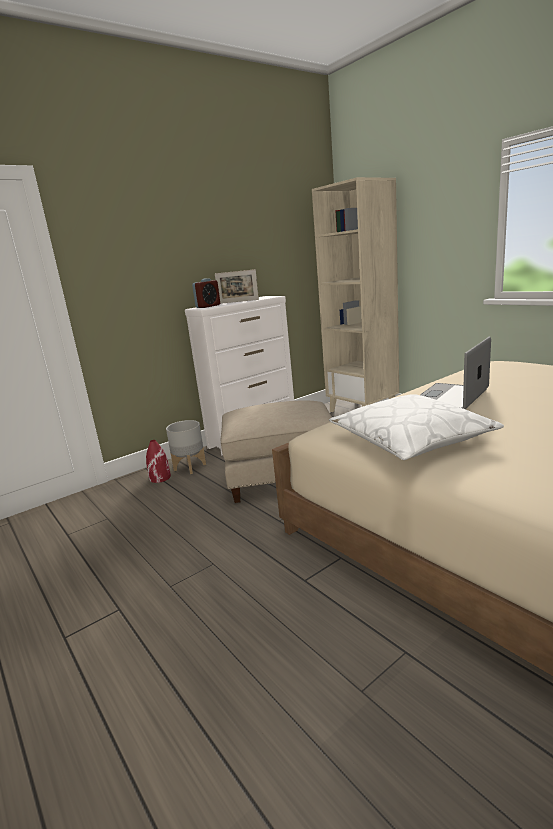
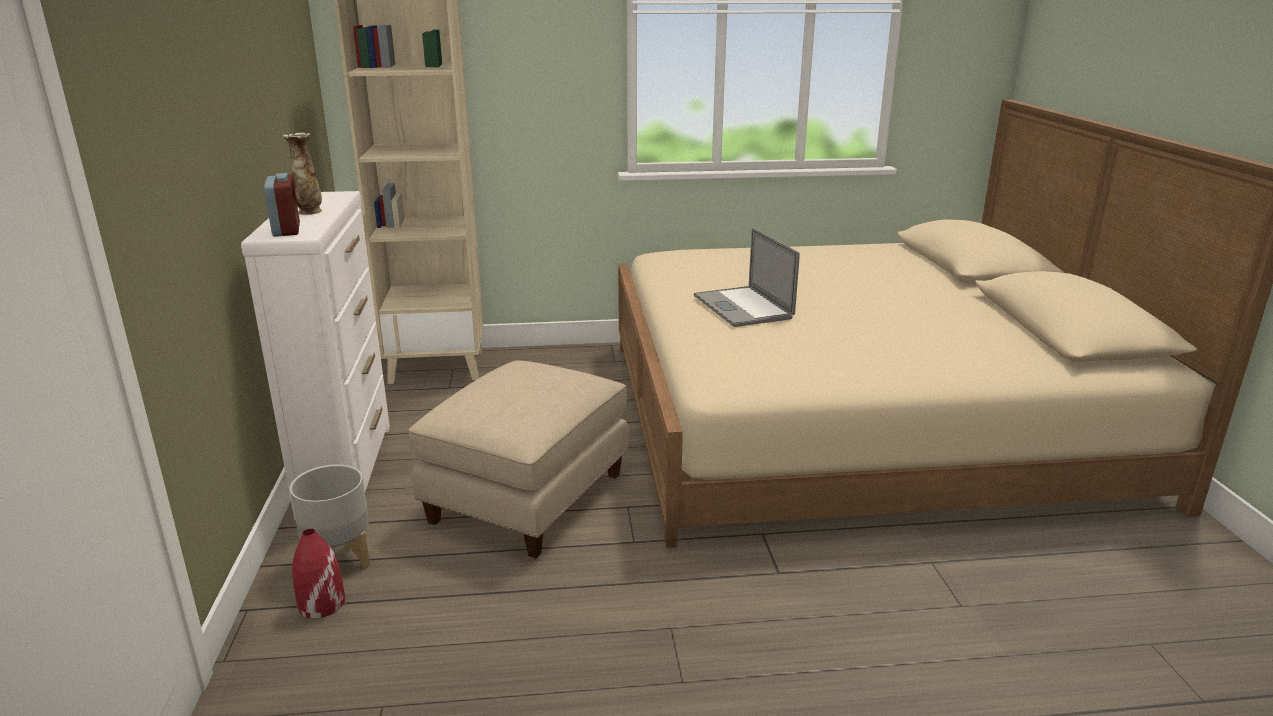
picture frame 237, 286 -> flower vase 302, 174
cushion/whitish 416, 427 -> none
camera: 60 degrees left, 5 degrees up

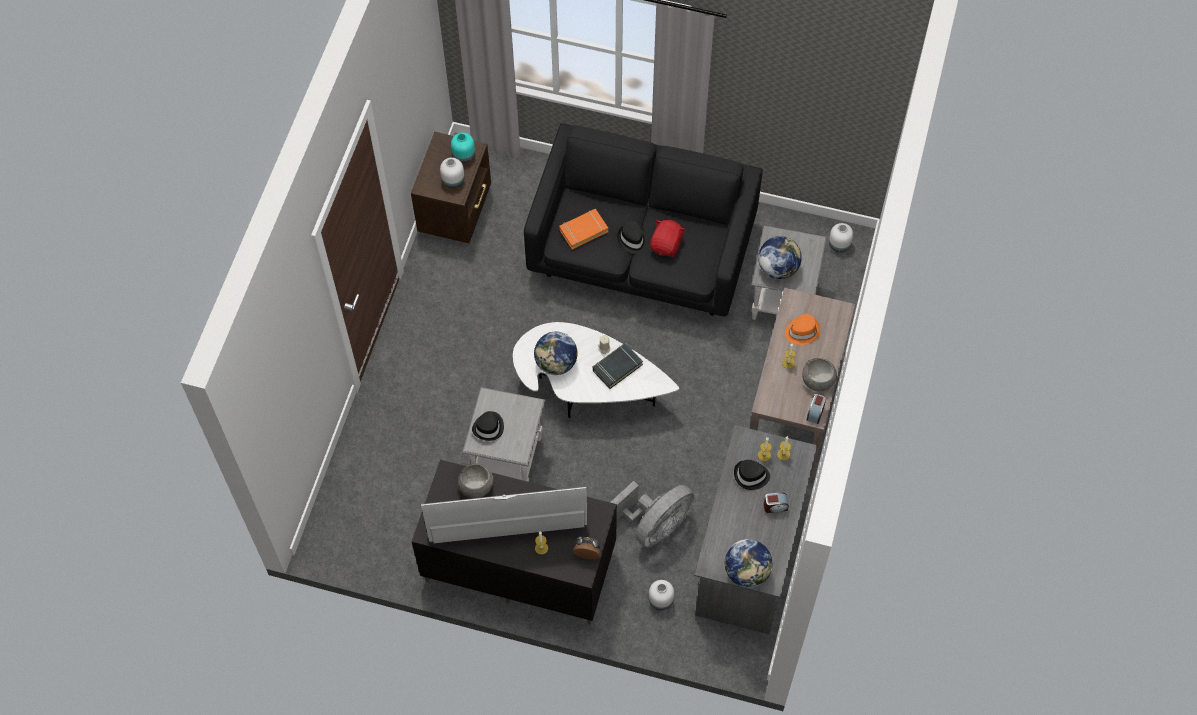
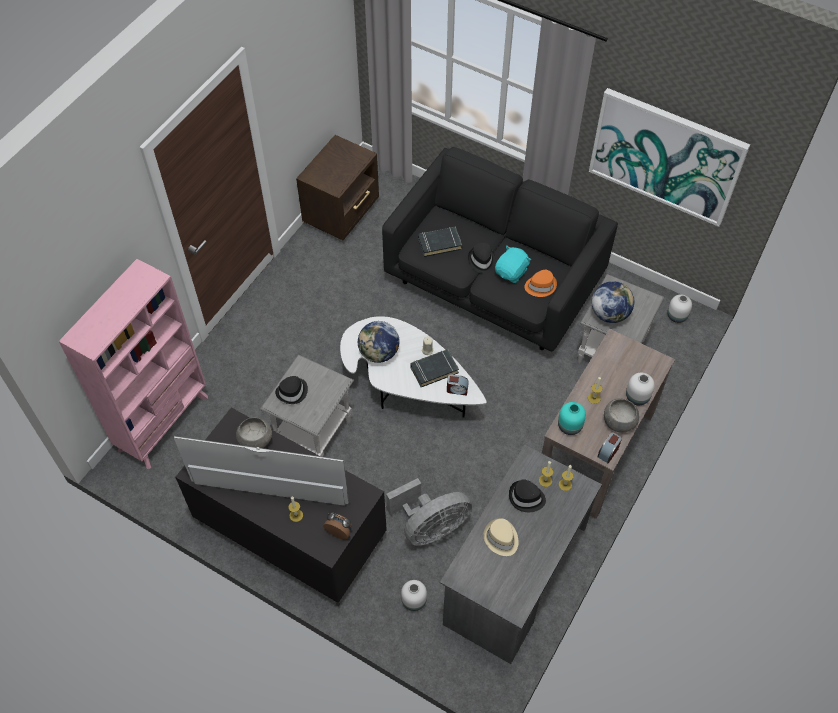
flower vase/blue-green 463, 147 -> flower vase/blue-green 572, 418, relocated
flower vase/whitish 452, 173 -> flower vase/whitish 640, 389, relocated
book/orange-coloured 584, 229 -> book/black 440, 242
soft toy/red 668, 238 -> soft toy/blue-green 513, 264
hat/orange-coloured 802, 329 -> hat/orange-coloured 540, 283, relocated
table clock 776, 502 -> table clock 458, 385, relocated
desk globe 748, 563 -> none
none -> wall art 669, 157
none -> bookshelf/pink-coloured 133, 364
none -> hat/beige 501, 537
camera: 15 degrees right, 5 degrees down

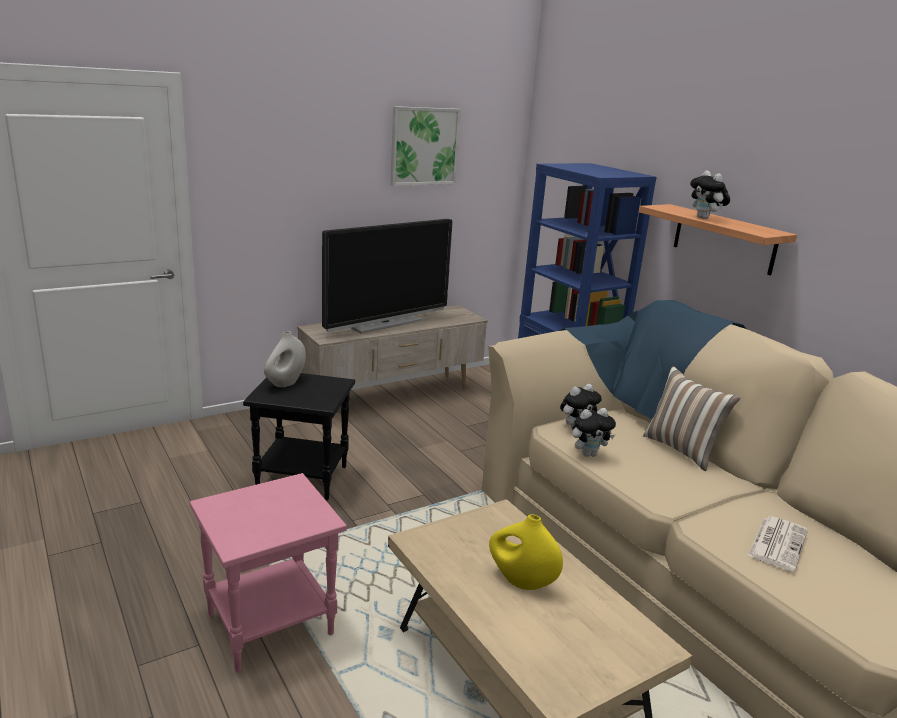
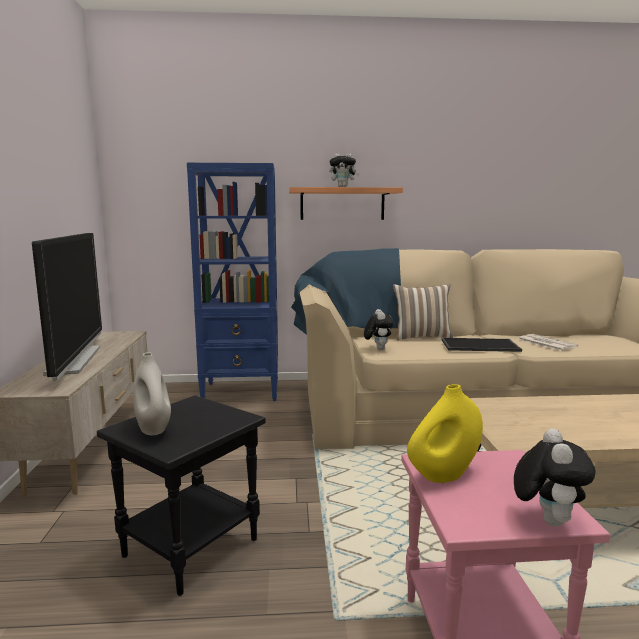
wall art 425, 146 -> none
soft toy 594, 432 -> soft toy 554, 477, relocated
flower vase/yellowish 526, 552 -> flower vase/yellowish 445, 433, relocated
none -> carrying tray 481, 345
camera: 60 degrees left, 10 degrees down

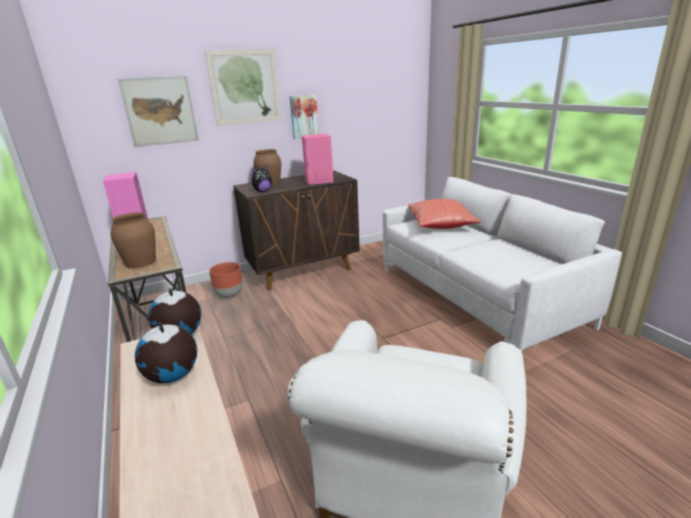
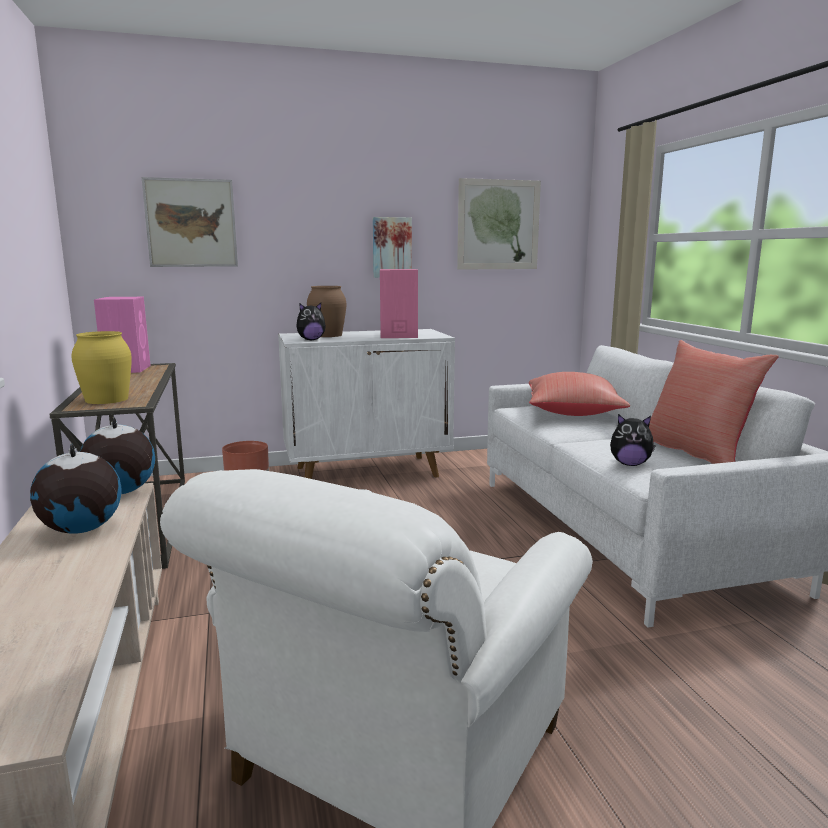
wall art 243, 87 -> wall art 499, 224, relocated
cupboard/brown 296, 230 -> cupboard/whitish 366, 404
flower vase/brown 133, 240 -> flower vase/yellowish 101, 367
none -> cushion/red 714, 402
none -> soft toy 633, 440
camera: 10 degrees right, 10 degrees down

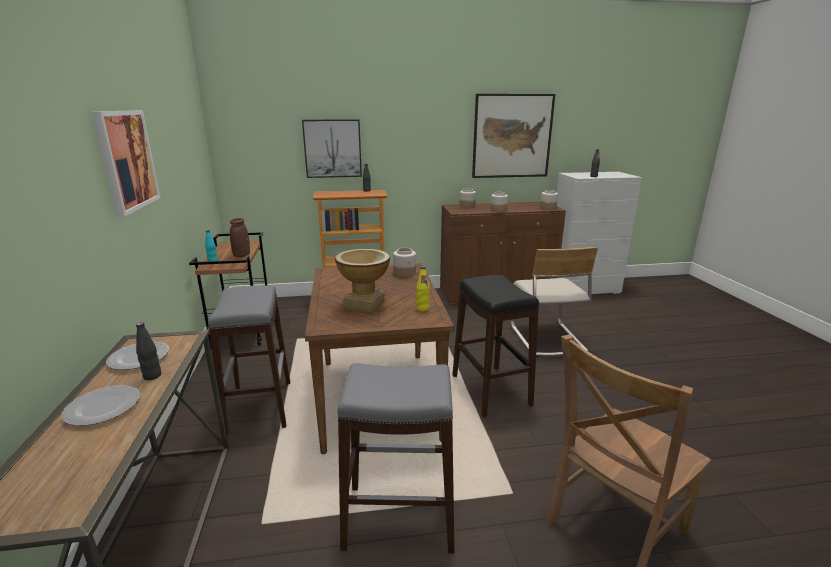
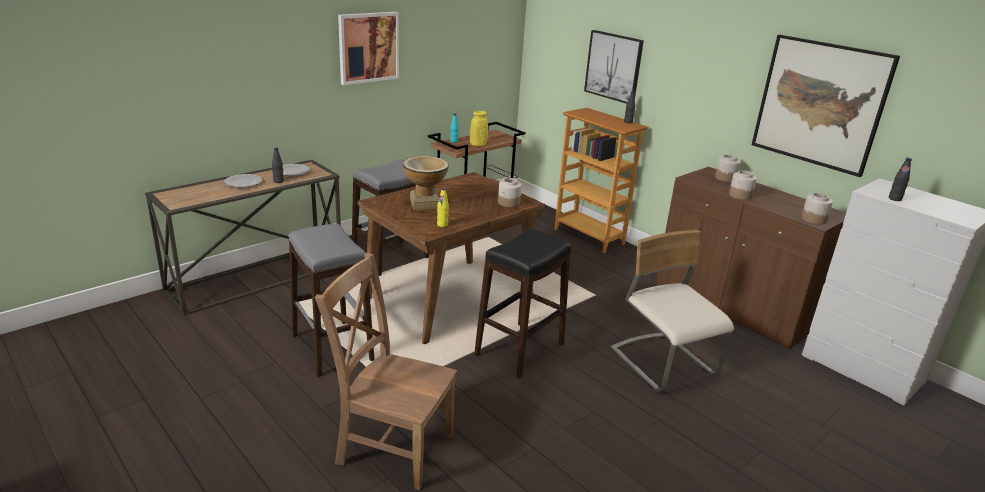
flower vase/brown 240, 237 -> flower vase/yellowish 479, 129
chair/beige 554, 302 -> chair/beige 672, 311, 105 degrees clockwise
camera: 55 degrees right, 5 degrees up

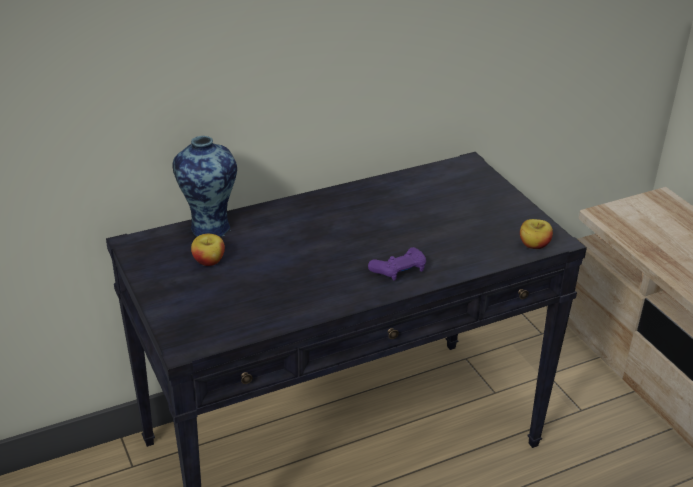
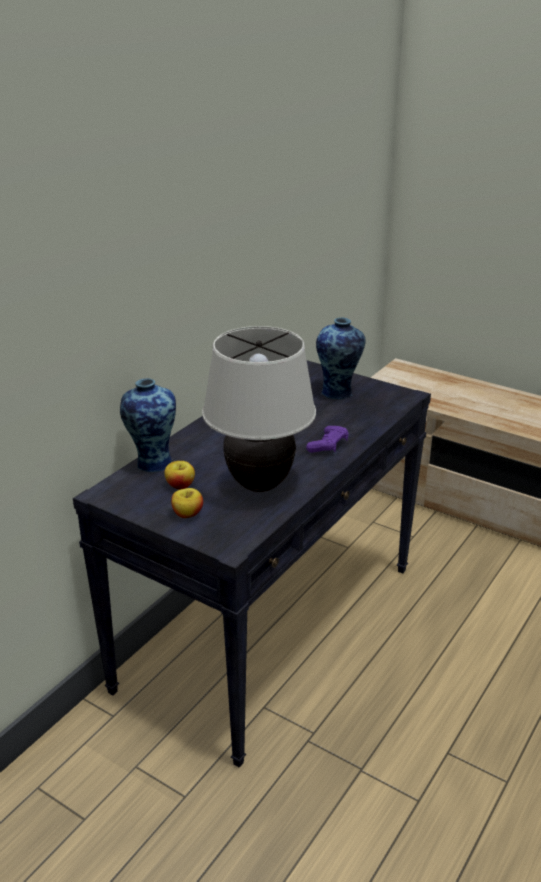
apple 536, 234 -> apple 187, 503, relocated
none -> flower vase 341, 358
none -> lamp for a table/beige 259, 409
camera: 30 degrees left, 5 degrees down

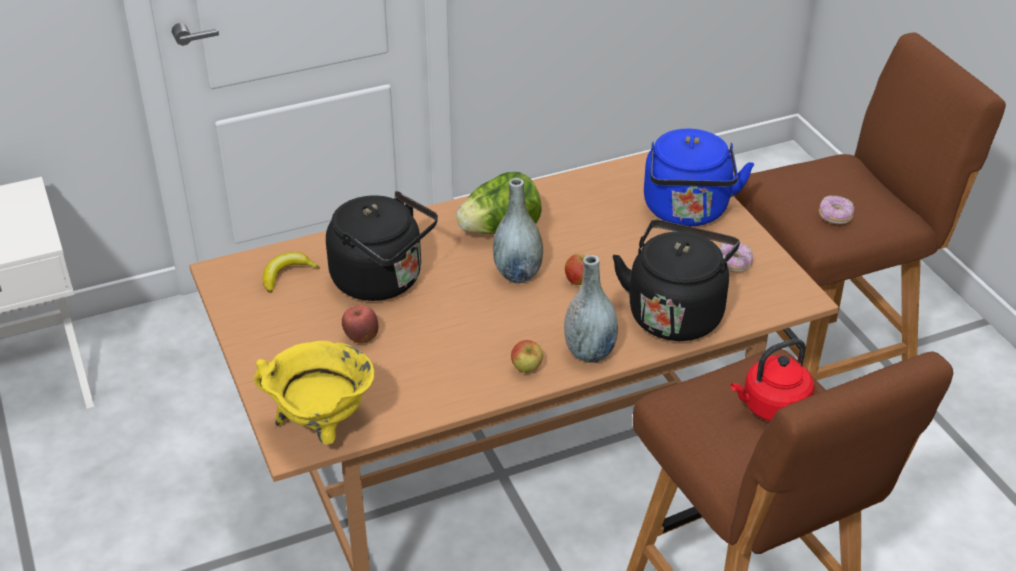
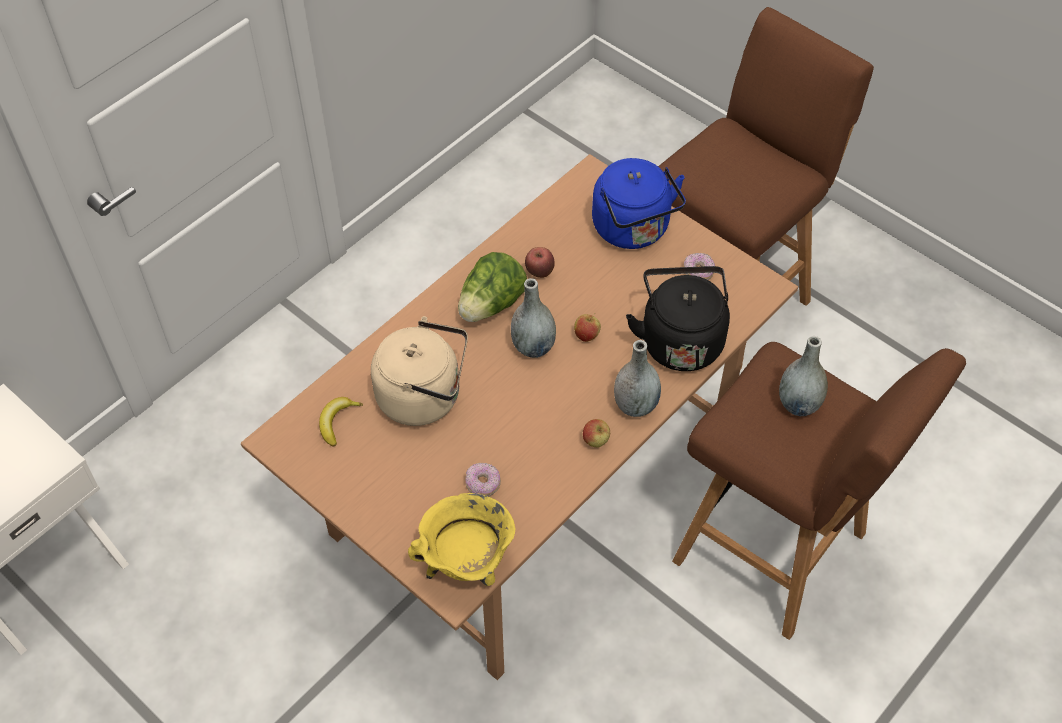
kettle/black 382, 246 -> kettle/beige 419, 371
ring doughnut 836, 209 -> ring doughnut 483, 479, relocated
apple 360, 324 -> apple 540, 262, relocated
kettle/red 772, 380 -> flower vase/gray 803, 376
camera: 25 degrees left, 15 degrees up

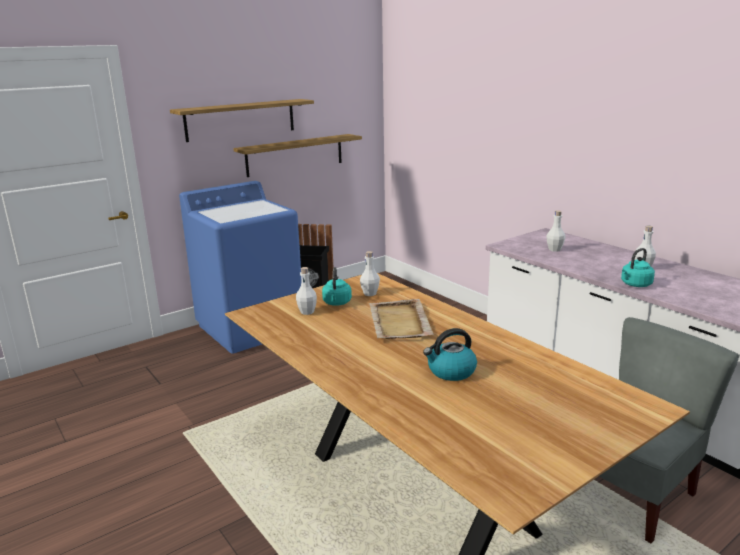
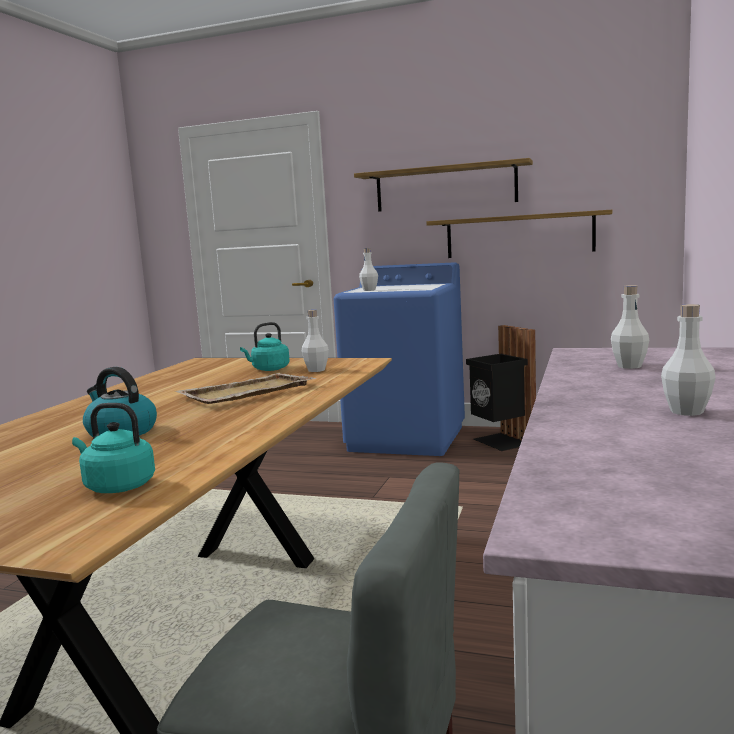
kettle/blue-green 638, 267 -> kettle/blue-green 113, 448, relocated
bottle/whitish 306, 291 -> bottle/whitish 368, 269, relocated
camera: 55 degrees right, 10 degrees down

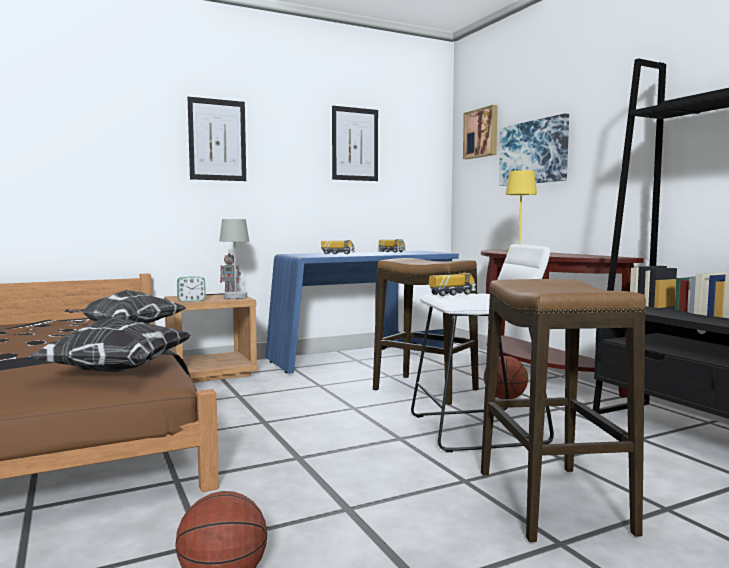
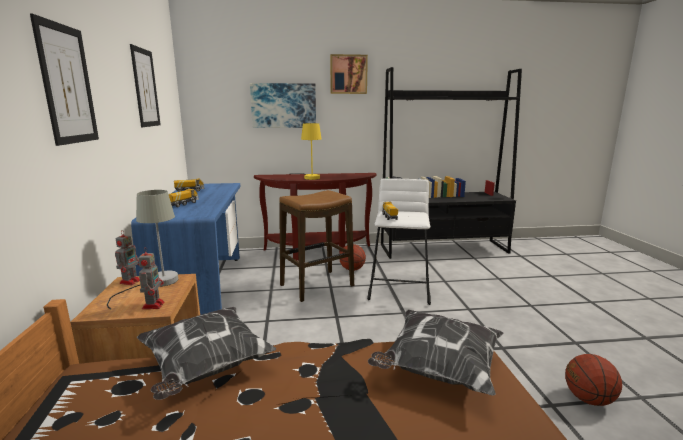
wall art 480, 132 -> wall art 349, 74, relocated
table clock 191, 289 -> toy robot 151, 278
sitting stool 563, 411 -> none
camera: 70 degrees left, 10 degrees up

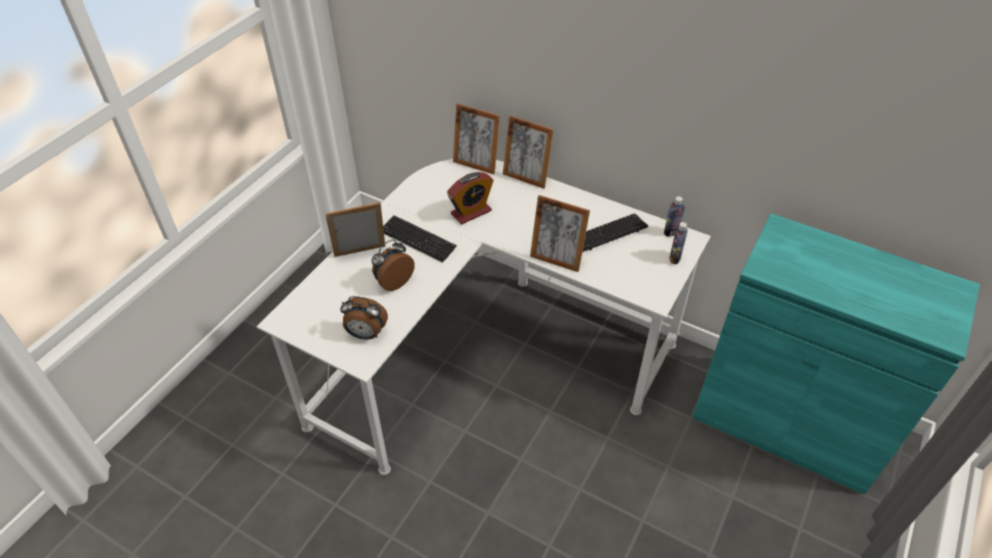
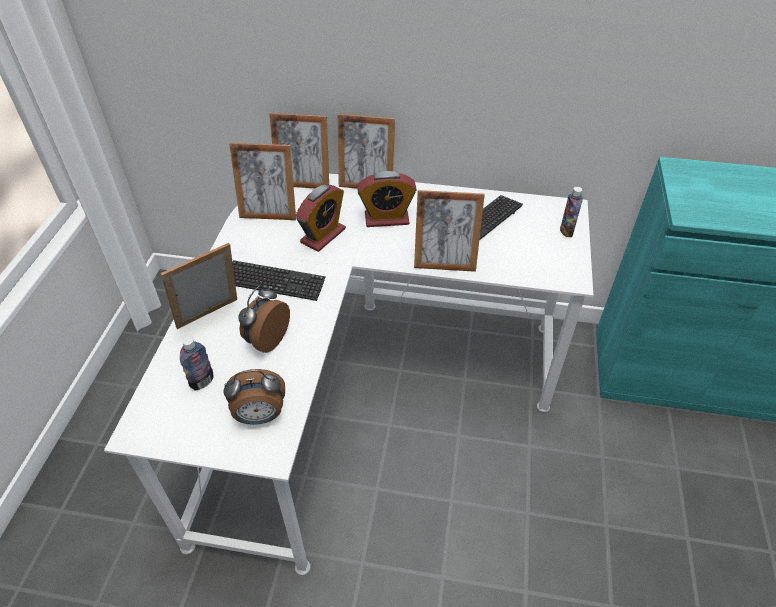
bottle 674, 216 -> bottle 197, 364, relocated
none -> picture frame 262, 181
none -> table clock 387, 199
camera: 20 degrees left, 0 degrees up

